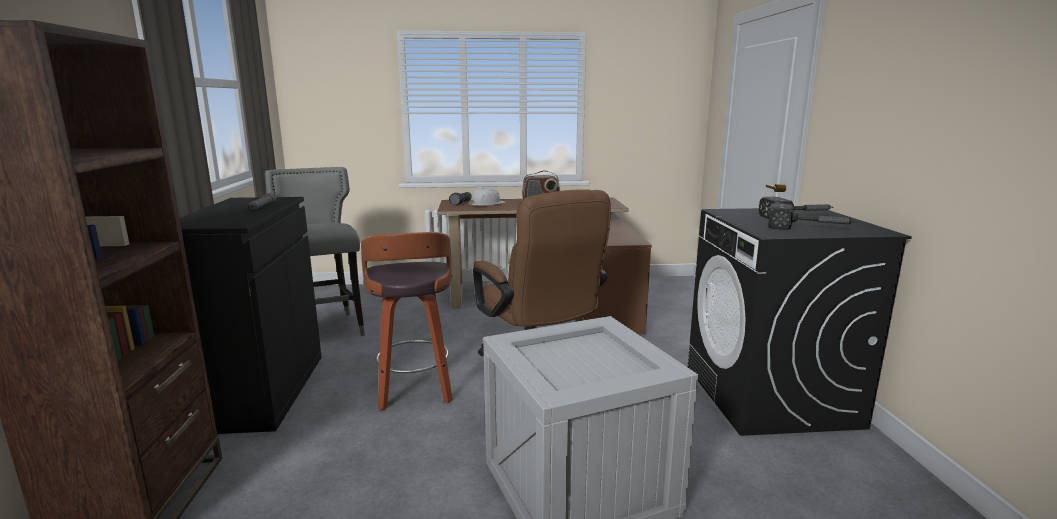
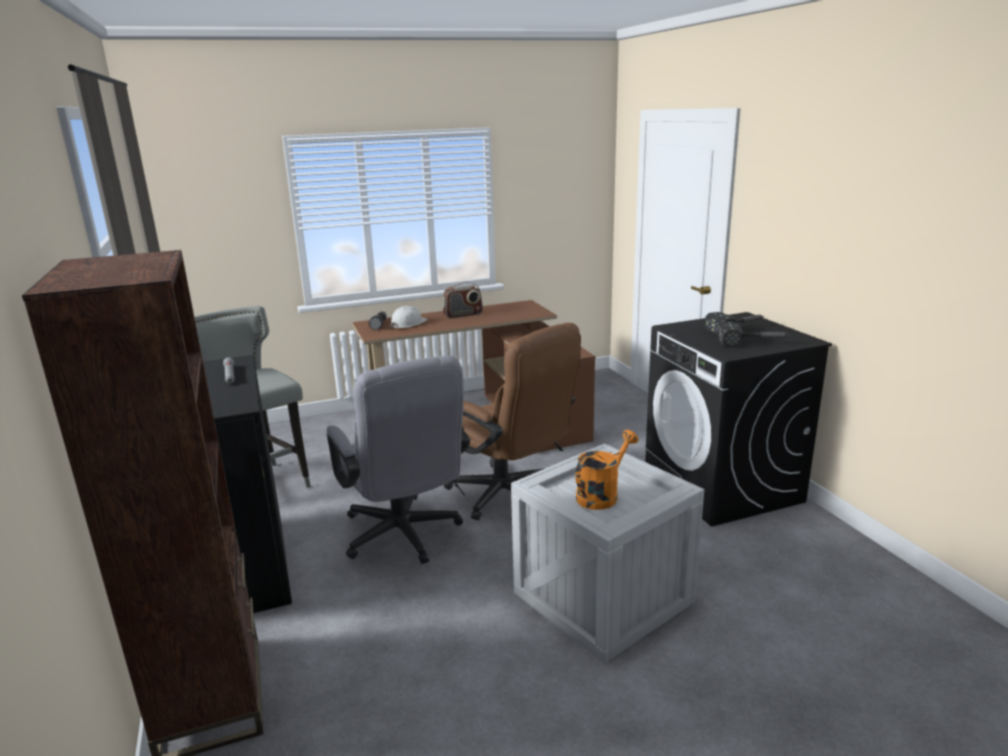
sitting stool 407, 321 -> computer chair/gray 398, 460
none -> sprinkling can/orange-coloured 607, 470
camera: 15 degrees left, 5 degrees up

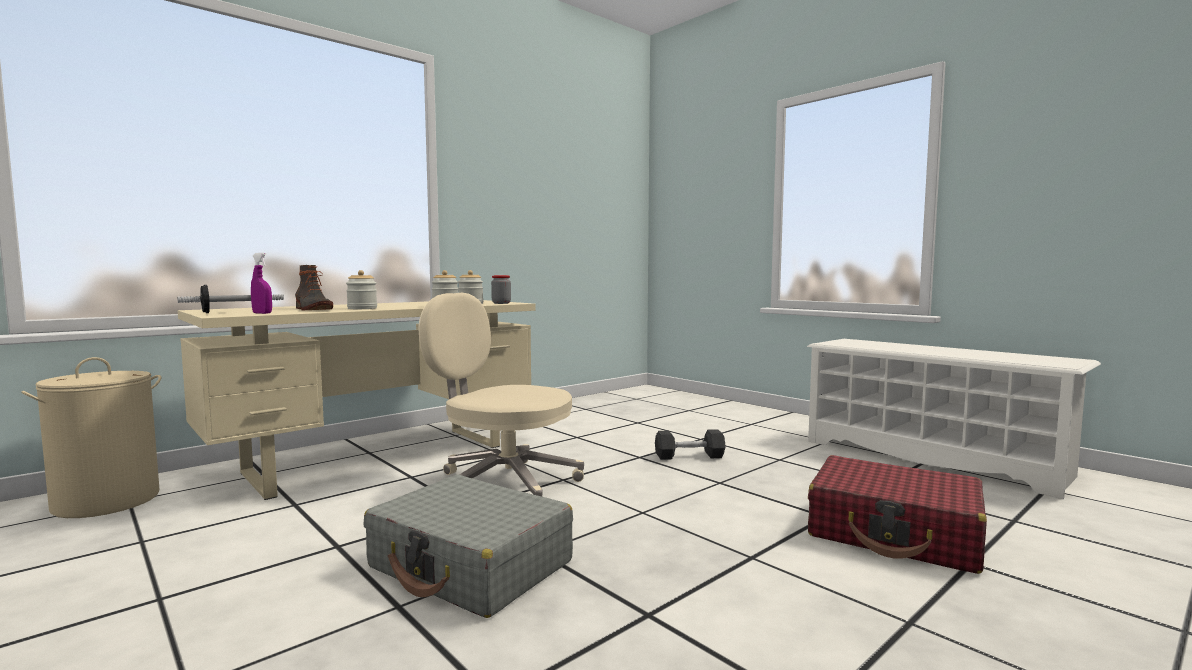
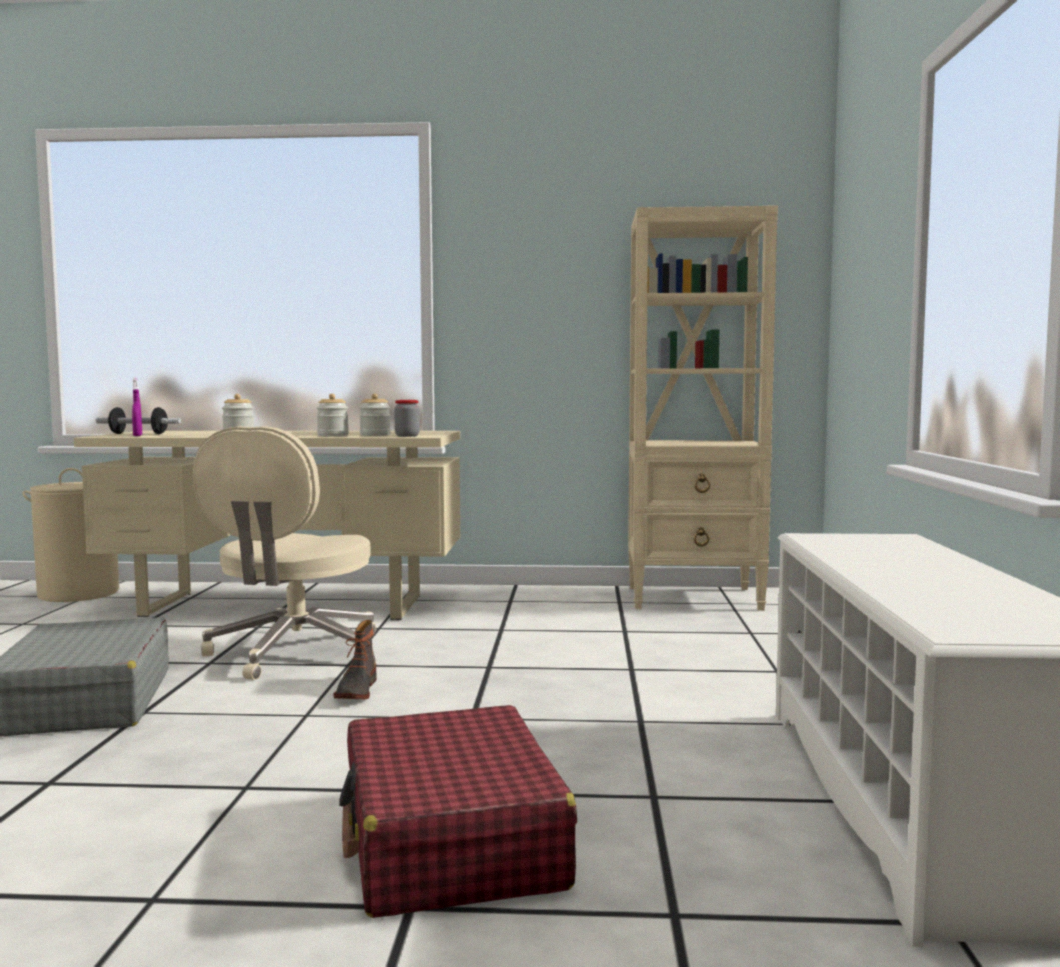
boot 314, 287 -> boot 355, 659, relocated
computer chair/beige 501, 394 -> computer chair/beige 284, 553, 150 degrees counterclockwise
free weight/gray 690, 444 -> none
none -> bookshelf/beige 703, 408
camera: 45 degrees right, 0 degrees up

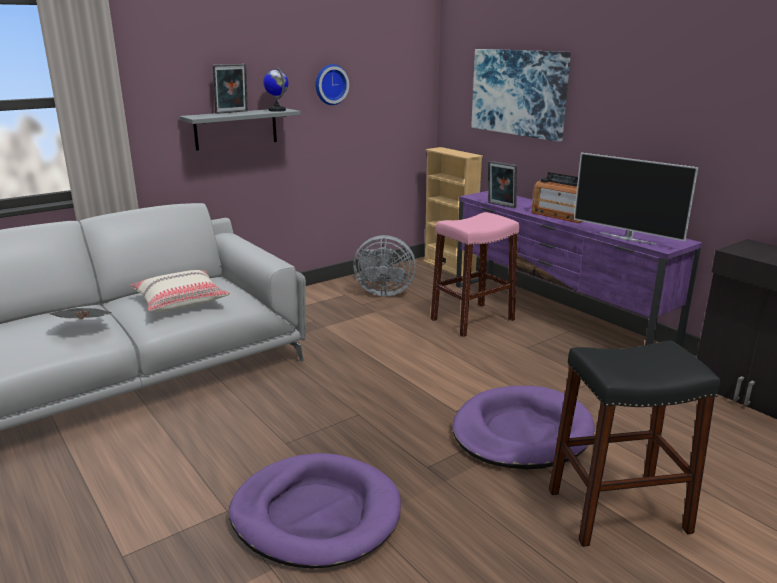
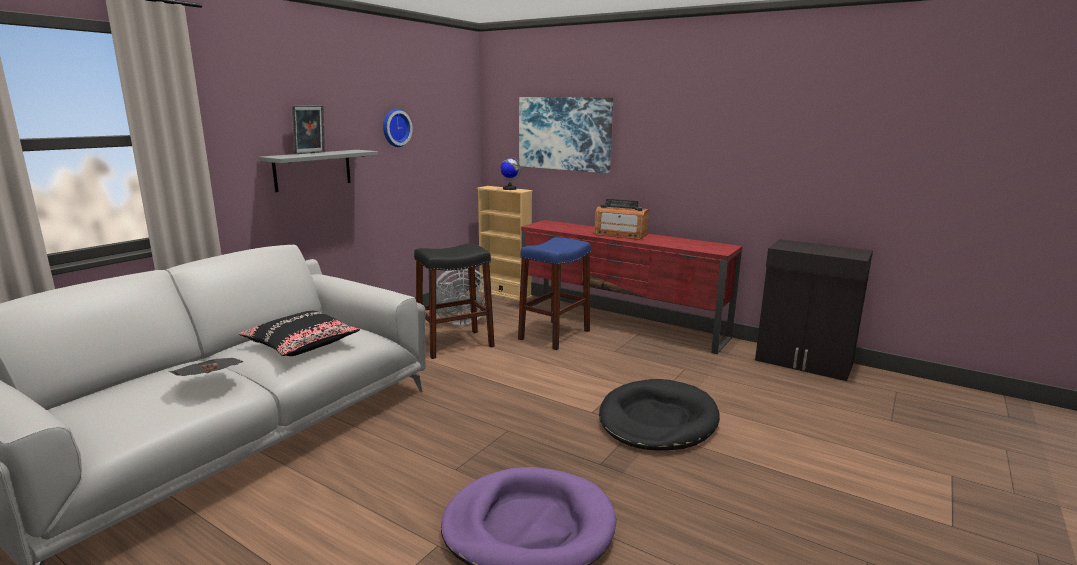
desk globe 275, 89 -> desk globe 510, 173, relocated
television 636, 199 -> none
picture frame 502, 184 -> none
tv stand/purplish 579, 269 -> tv stand/red 632, 287
sitting stool/pink-coloured 475, 274 -> sitting stool/blue-coloured 554, 293
cushion/beige 180, 291 -> cushion/black 299, 333
sitting stool/black 634, 443 -> sitting stool/black 454, 301, relocated
dog cushion/purplish 524, 427 -> dog cushion/black 659, 414
camera: 20 degrees left, 5 degrees down

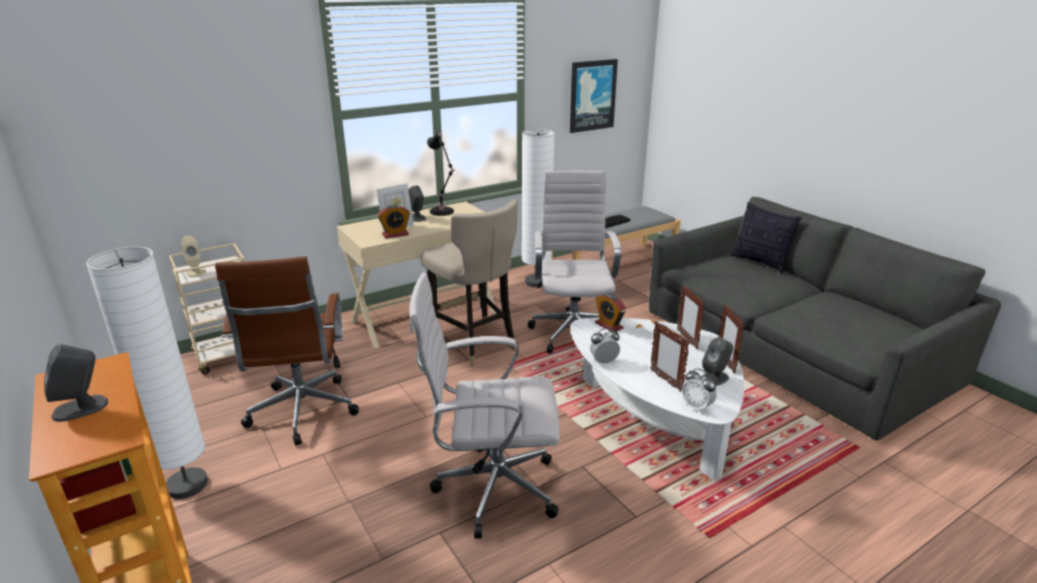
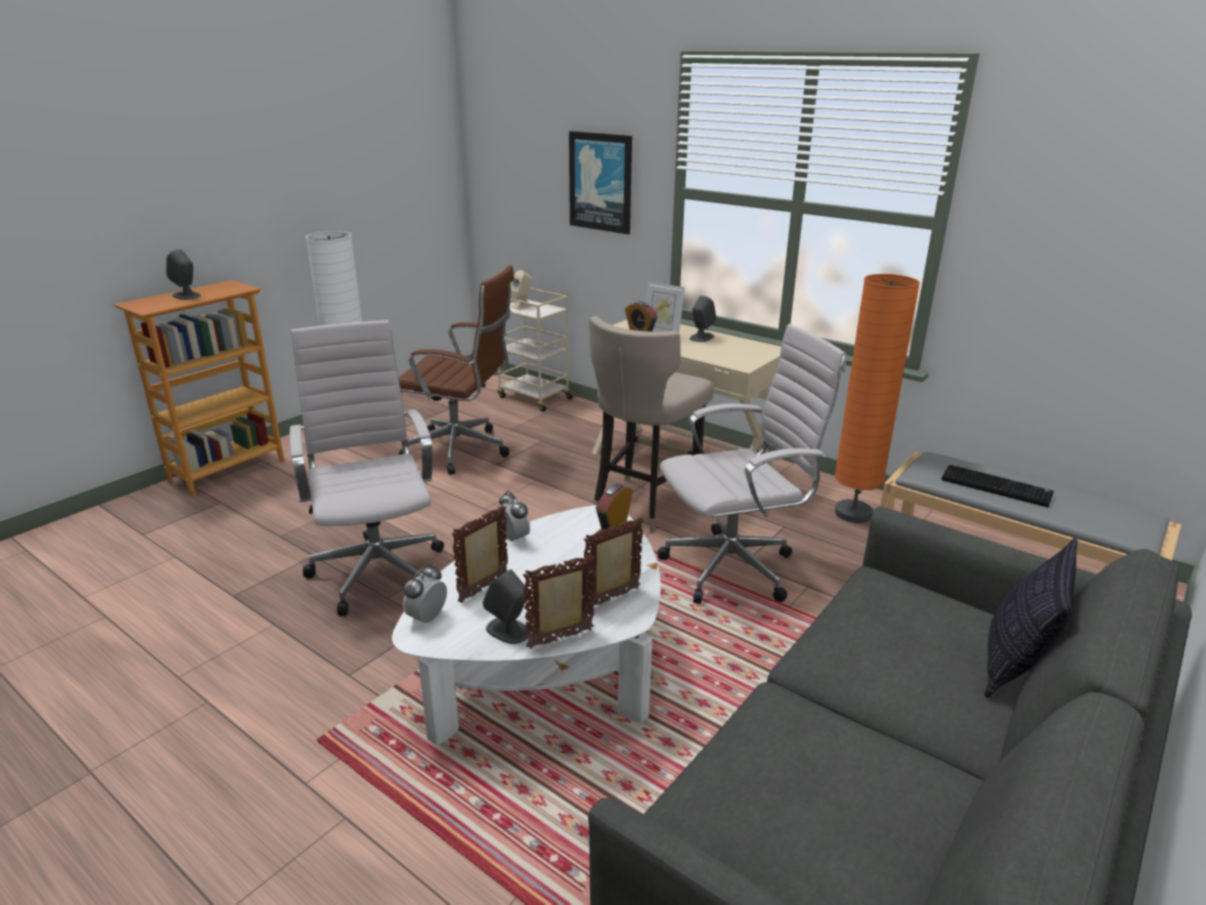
wall art 594, 96 -> wall art 600, 183, relocated
standard lamp/whitish 538, 208 -> standard lamp/orange-coloured 877, 398
lamp for a table/black 440, 174 -> none
computer chair/brown 287, 351 -> computer chair/brown 456, 370, 135 degrees counterclockwise
camera: 70 degrees right, 0 degrees up

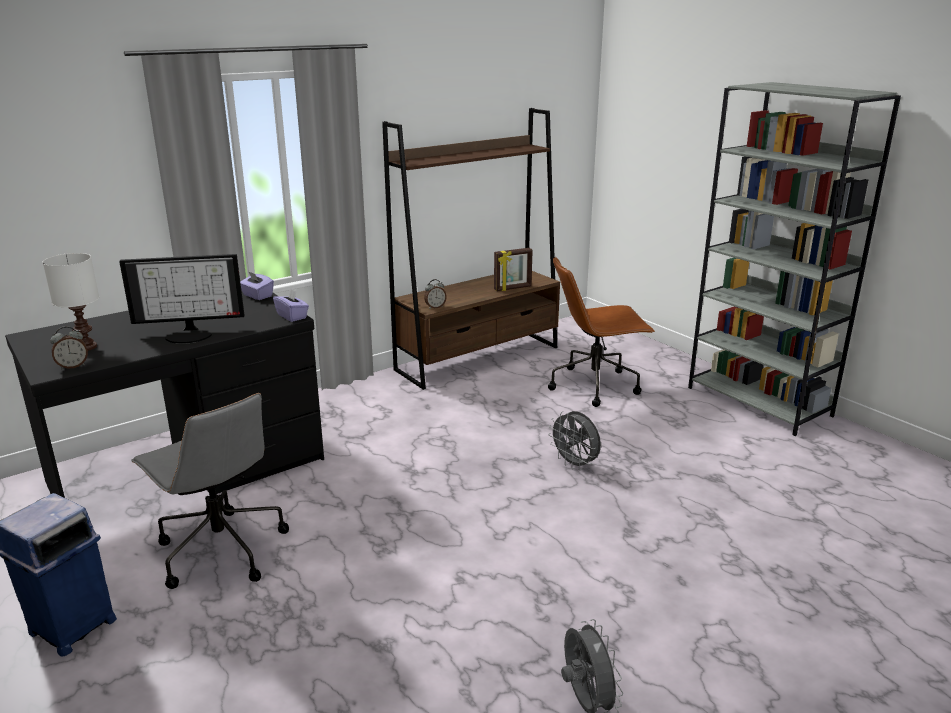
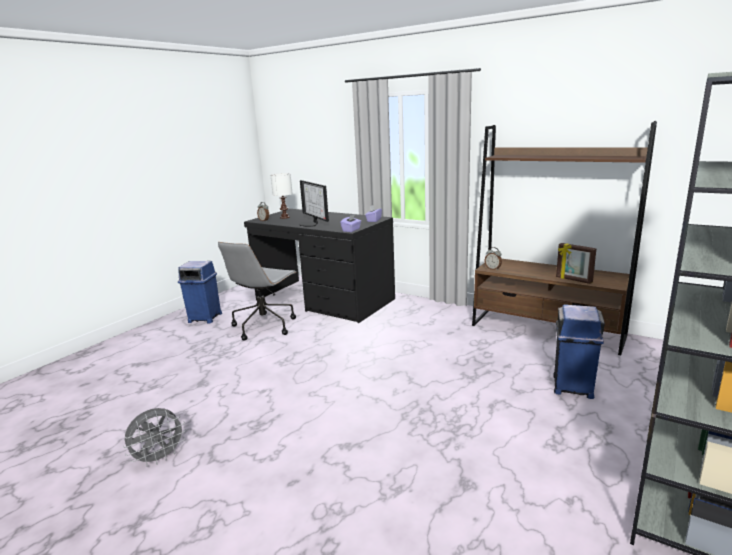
computer chair/brown 601, 332 -> waste bin/blue-coloured 579, 352
fan/gray 574, 440 -> none
camera: 70 degrees right, 5 degrees down

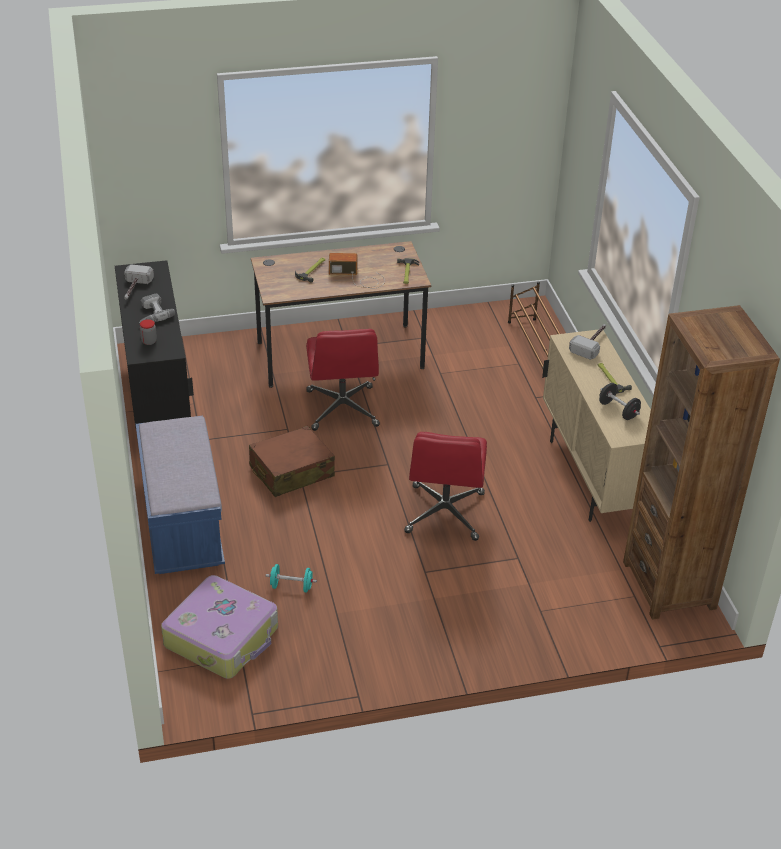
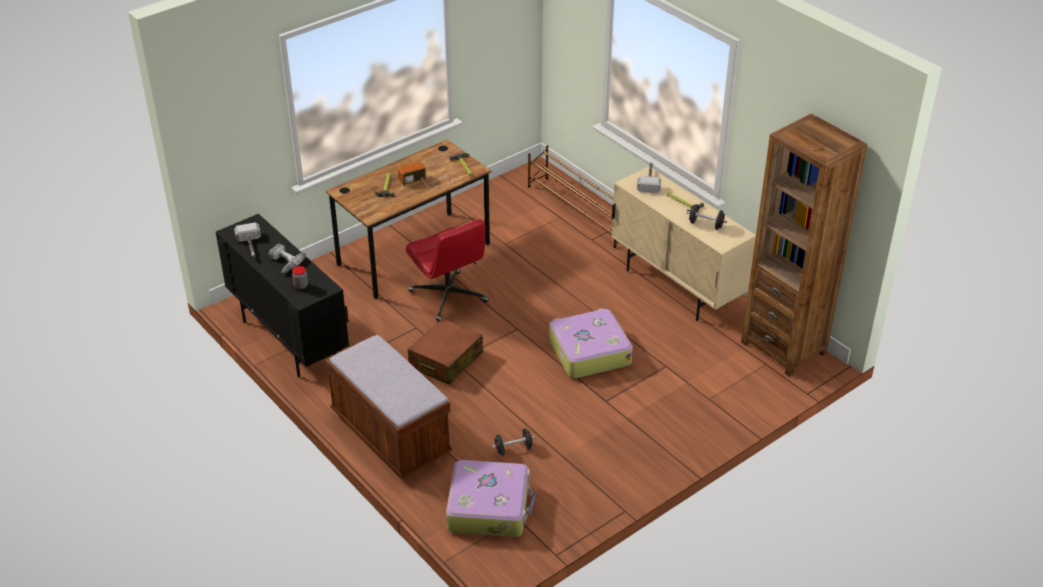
long seat/blue-coloured 180, 495 -> long seat/brown 388, 406
computer chair/red 445, 486 -> travel case 591, 343
free weight/blue-green 291, 578 -> free weight/black 513, 442
camera: 25 degrees left, 0 degrees up

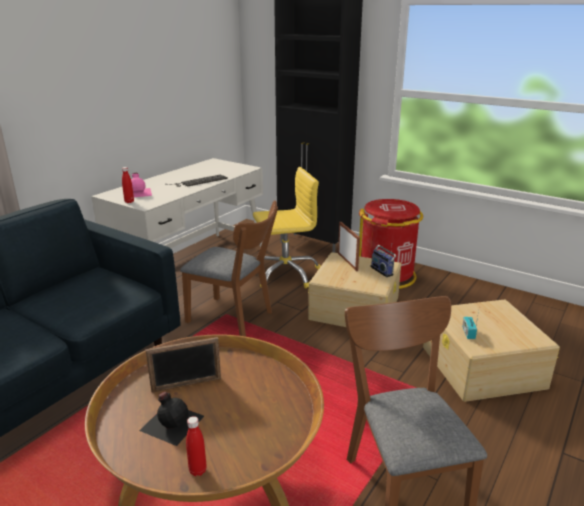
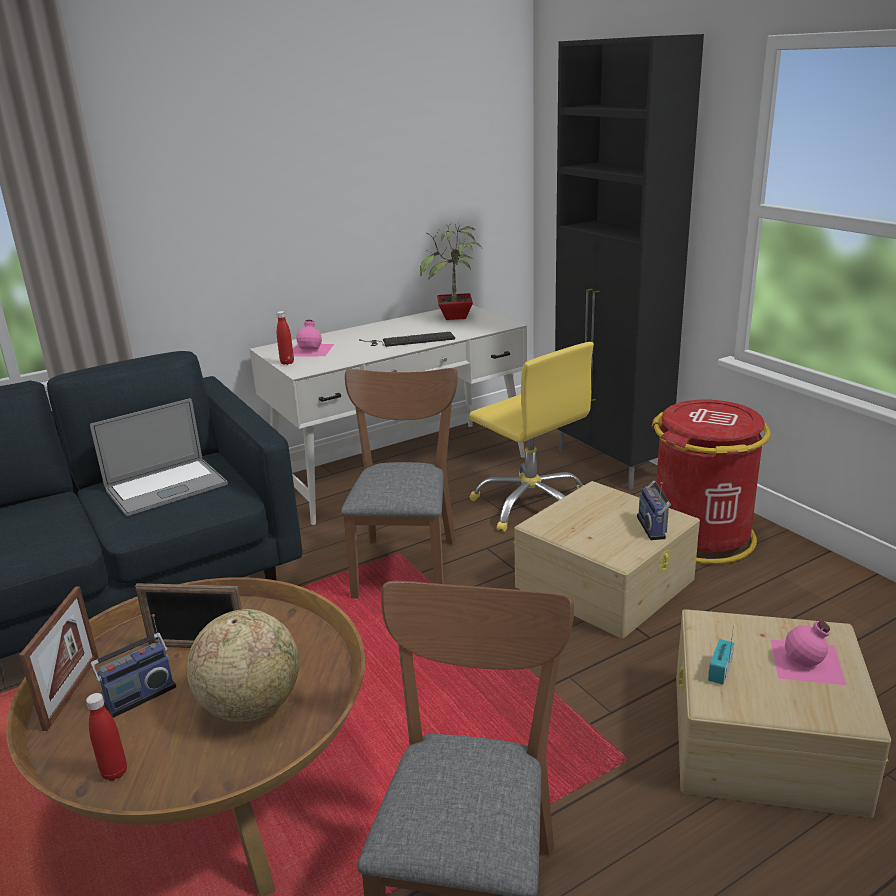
computer chair/yellowish 287, 228 -> computer chair/yellowish 531, 437, 45 degrees clockwise
chair/brown 229, 268 -> chair/brown 399, 483, 135 degrees counterclockwise
picture frame 349, 246 -> picture frame 58, 659, relocated
bottle/black 171, 419 -> radio 133, 666
none -> houseplant 451, 271
none -> portable computer 159, 457
none -> desk globe 243, 665
none -> bottle/pink-coloured 808, 653
camera: 25 degrees right, 0 degrees up

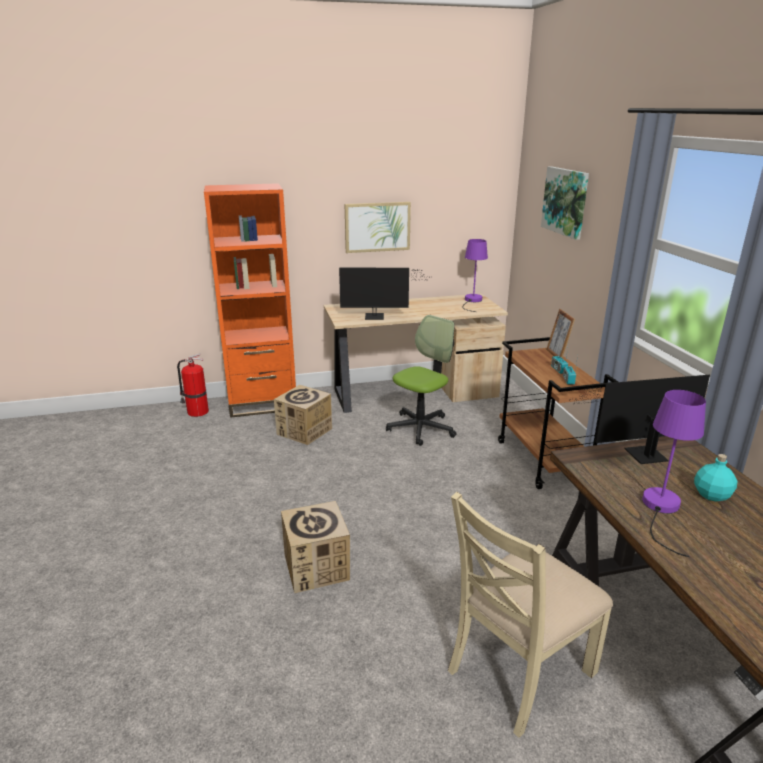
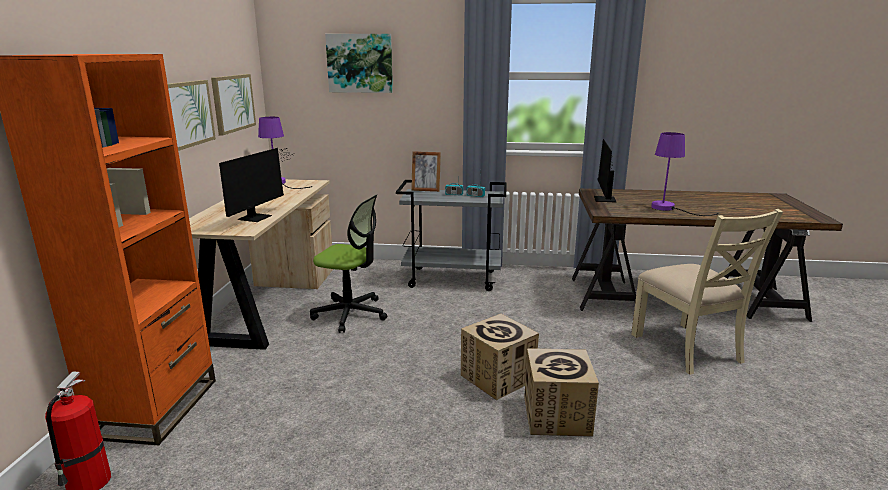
computer chair 421, 380 -> computer chair 348, 264, 135 degrees clockwise
trolley/brown 558, 413 -> trolley/gray 451, 235
cardboard box 303, 415 -> cardboard box 500, 357, relocated
bottle/blue-green 716, 478 -> none
none -> wall art 233, 104
camera: 70 degrees left, 5 degrees down

